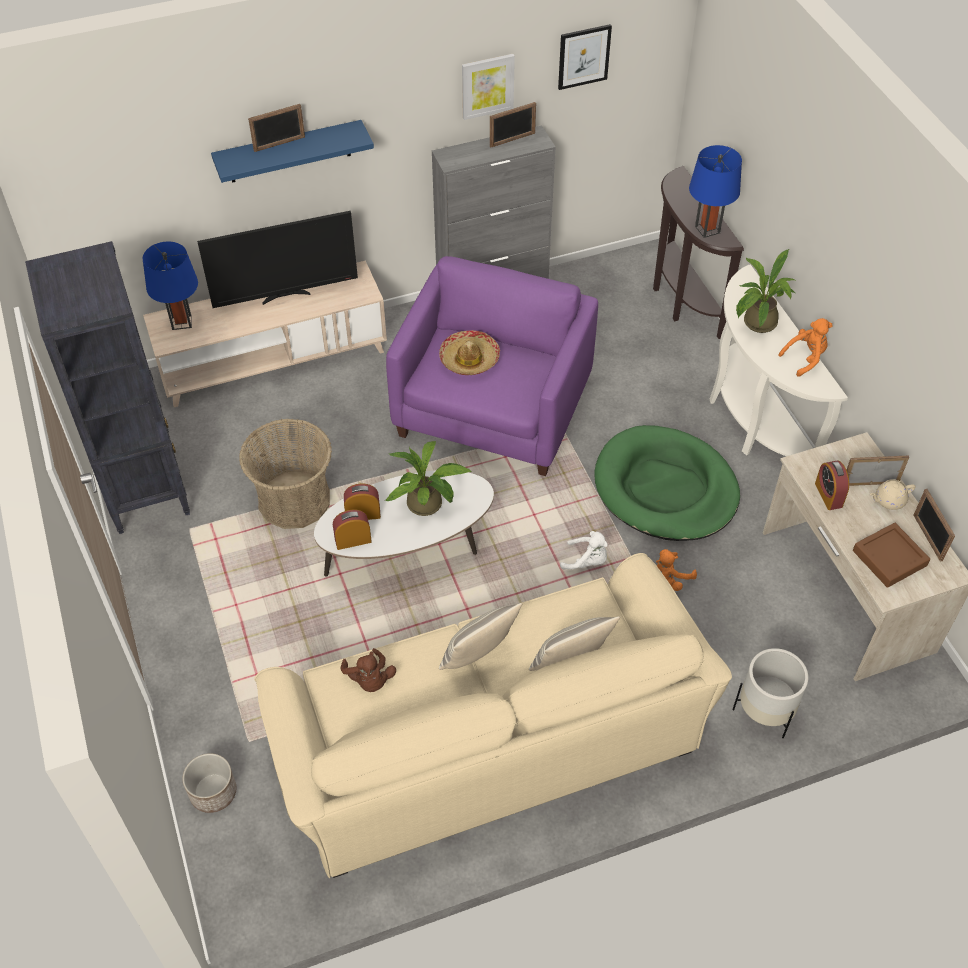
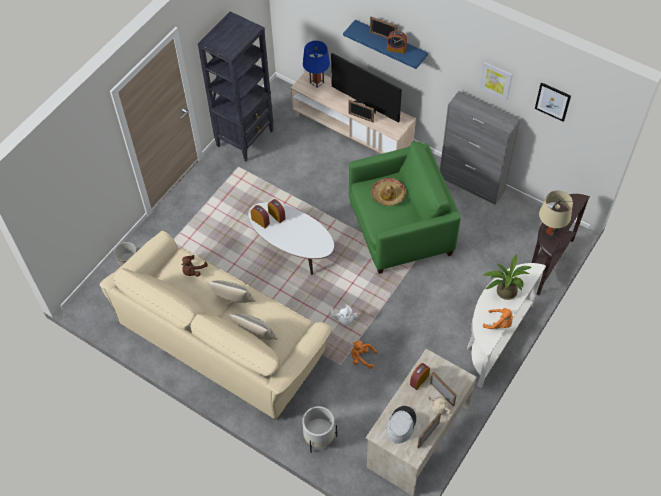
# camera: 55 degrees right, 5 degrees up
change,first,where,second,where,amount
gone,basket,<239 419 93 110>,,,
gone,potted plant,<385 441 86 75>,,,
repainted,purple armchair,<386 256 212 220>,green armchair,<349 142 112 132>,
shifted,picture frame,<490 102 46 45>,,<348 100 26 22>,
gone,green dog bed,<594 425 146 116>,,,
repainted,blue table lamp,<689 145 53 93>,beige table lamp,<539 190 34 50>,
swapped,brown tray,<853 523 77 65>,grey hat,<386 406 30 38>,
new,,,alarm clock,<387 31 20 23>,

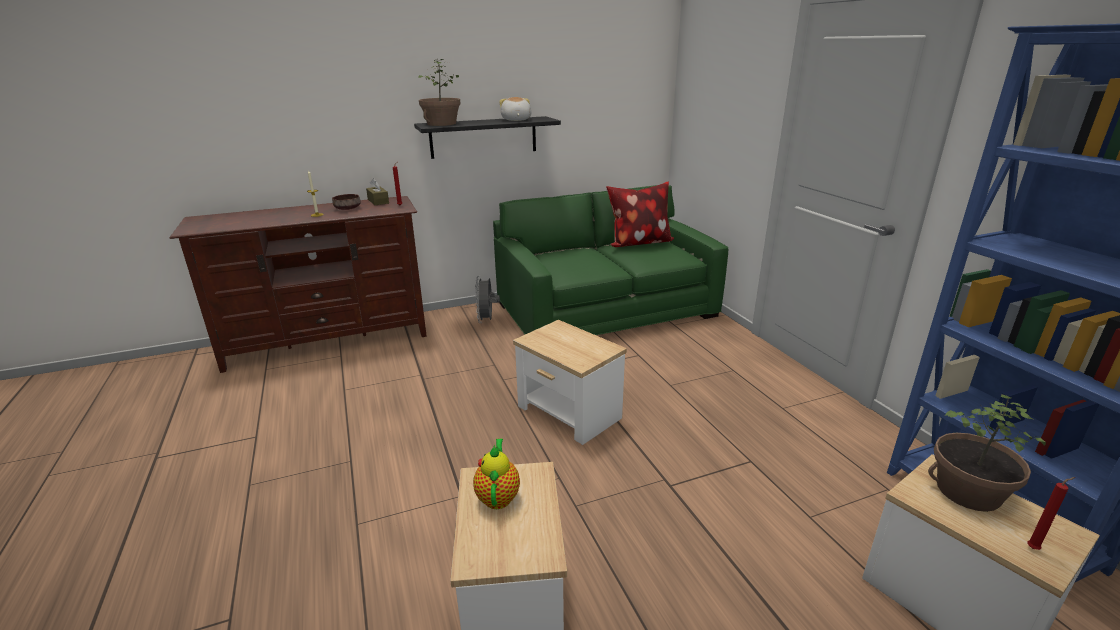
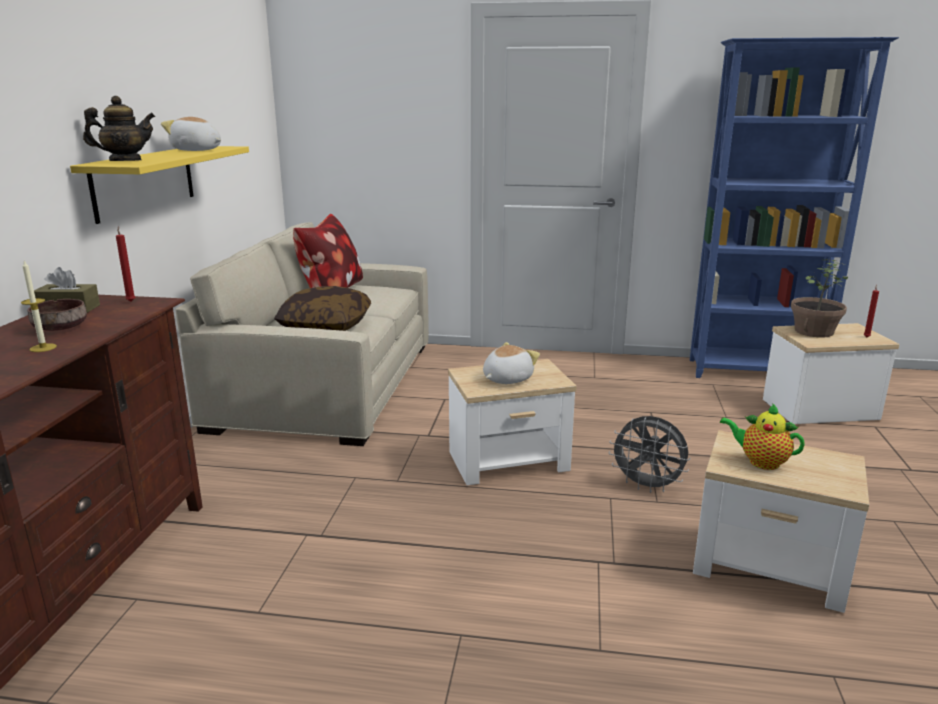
# camera: 60 degrees left, 5 degrees down
change,first,where,second,where,amount
repainted,black shelf,<414 116 147 43>,yellow shelf,<70 146 179 78>,
swapped,potted plant,<418 58 42 68>,teapot,<83 96 72 65>,
shifted,grey fan,<475 275 25 48>,,<608 416 82 77>,
repainted,green sofa,<493 185 235 150>,beige sofa,<175 222 254 224>,
new,,,pillow,<274 286 97 45>,
new,,,plush toy,<483 342 57 42>,

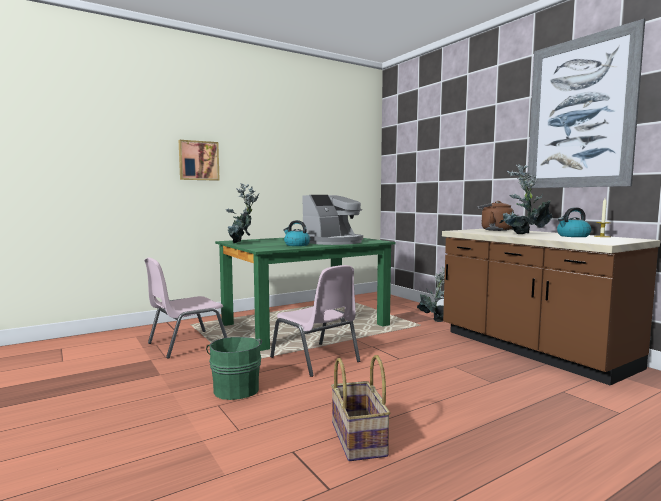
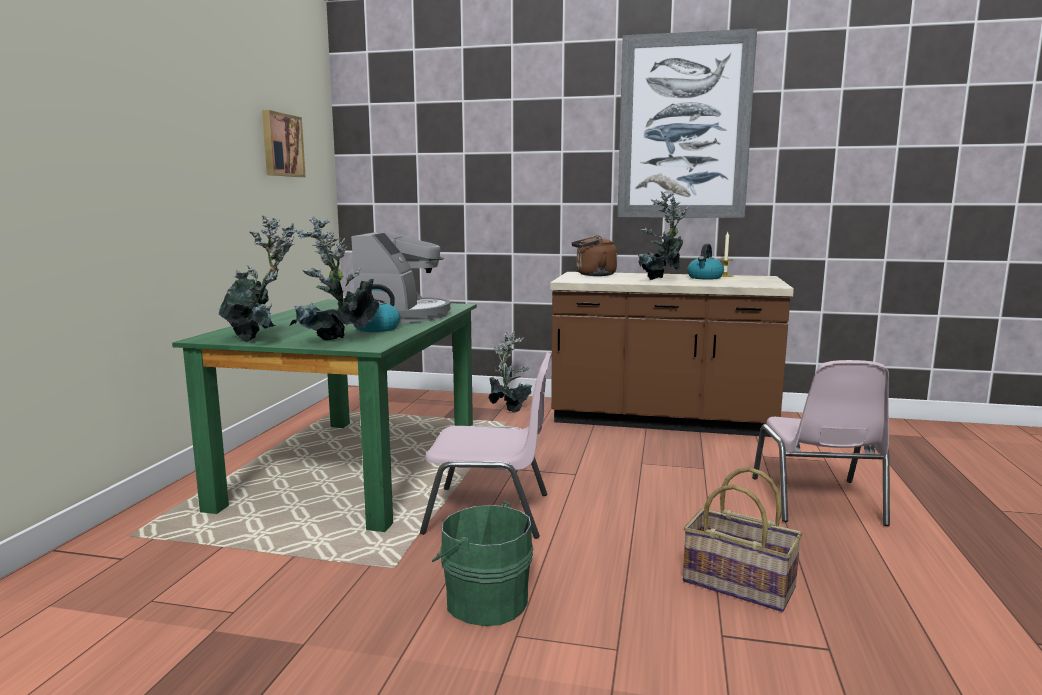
# camera: 45 degrees left, 5 degrees up
change,first,where,second,where,amount
shifted,pink chair,<144 258 84 101>,,<752 360 138 166>,
shifted,picture,<179 140 41 41>,,<262 110 44 67>,
new,,,potted plant,<289 216 90 124>,

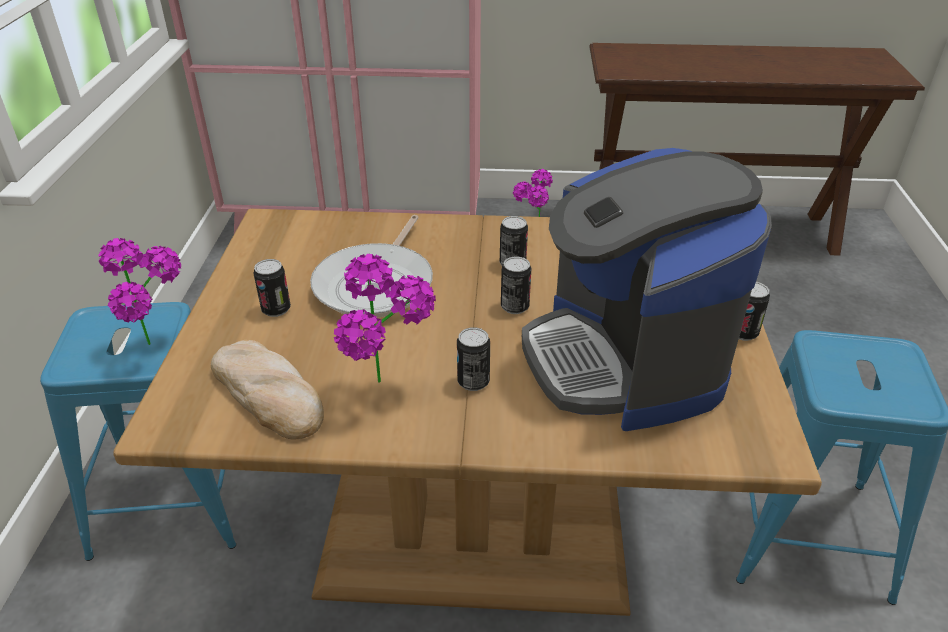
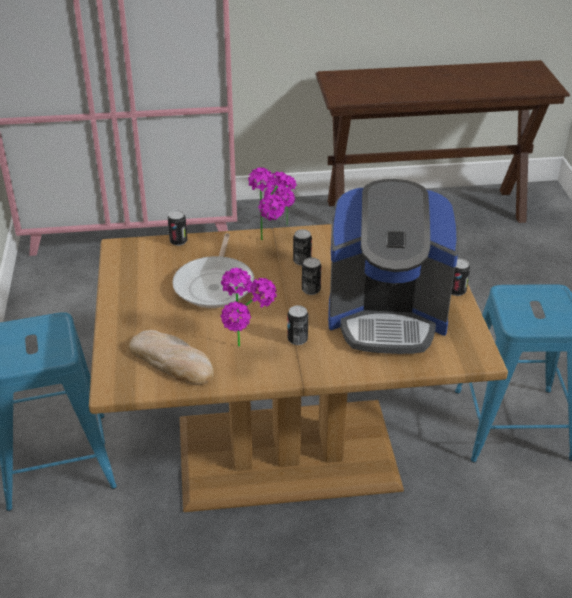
# camera: 10 degrees left, 0 degrees up
change,first,where,second,where,amount
shifted,potted plant,<99 238 82 107>,,<248 167 44 73>,
shifted,can,<253 259 38 58>,,<168 210 19 36>,
rotated,coffee machine,<522 148 250 283>,,<328 179 130 175>,60 degrees counterclockwise

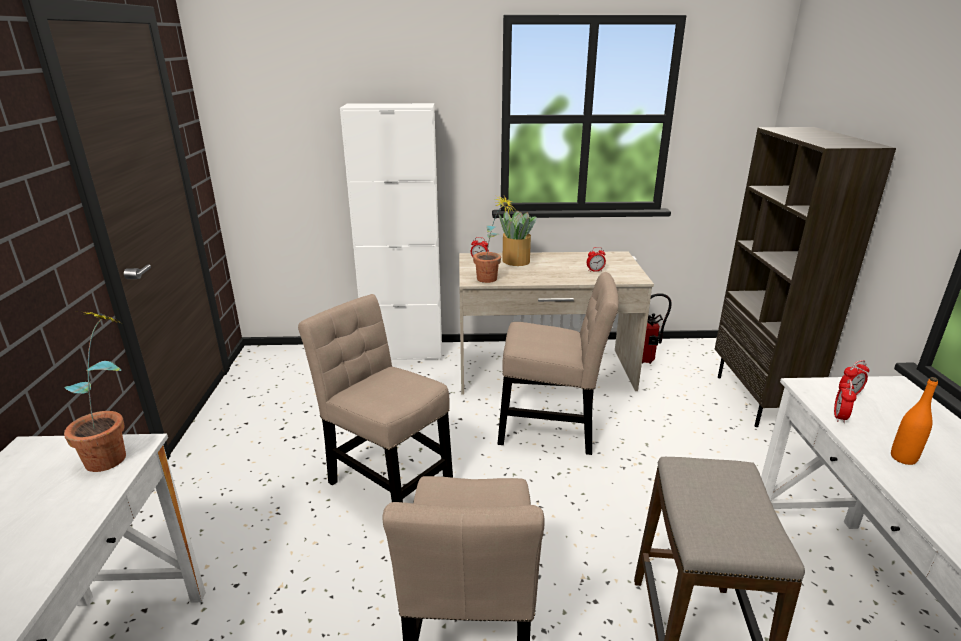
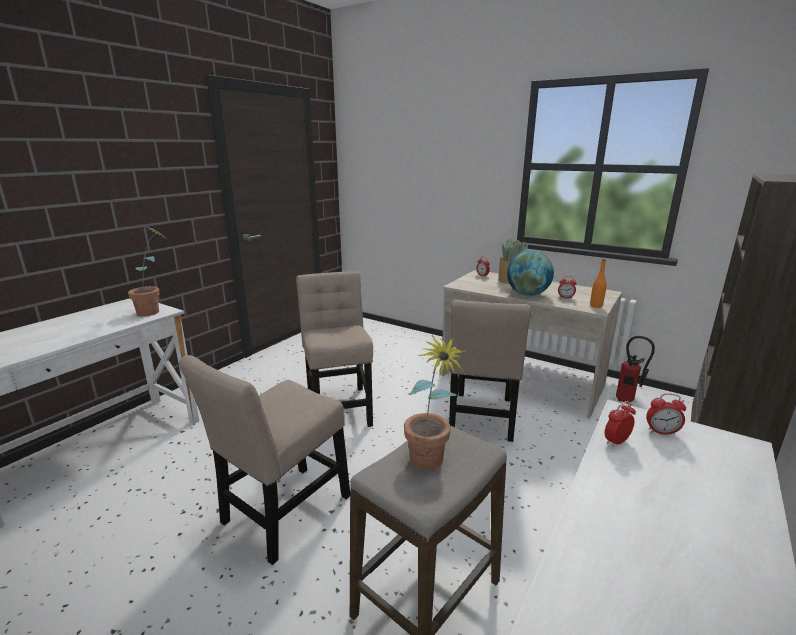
# camera: 35 degrees right, 5 degrees down
change,first,where,second,where,amount
gone,white cabinet,<340 103 102 257>,,,
shifted,potted plant,<473 195 44 88>,,<404 335 63 135>,
rotated,beige chair,<498 272 121 183>,,<449 300 82 142>,60 degrees clockwise
shifted,orange bottle,<891 377 47 88>,,<590 259 16 49>,
new,,,globe,<507 250 47 46>,

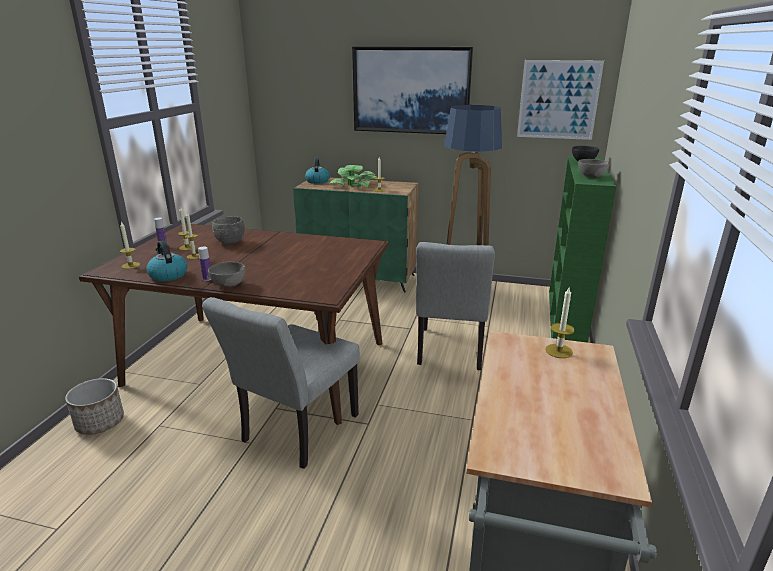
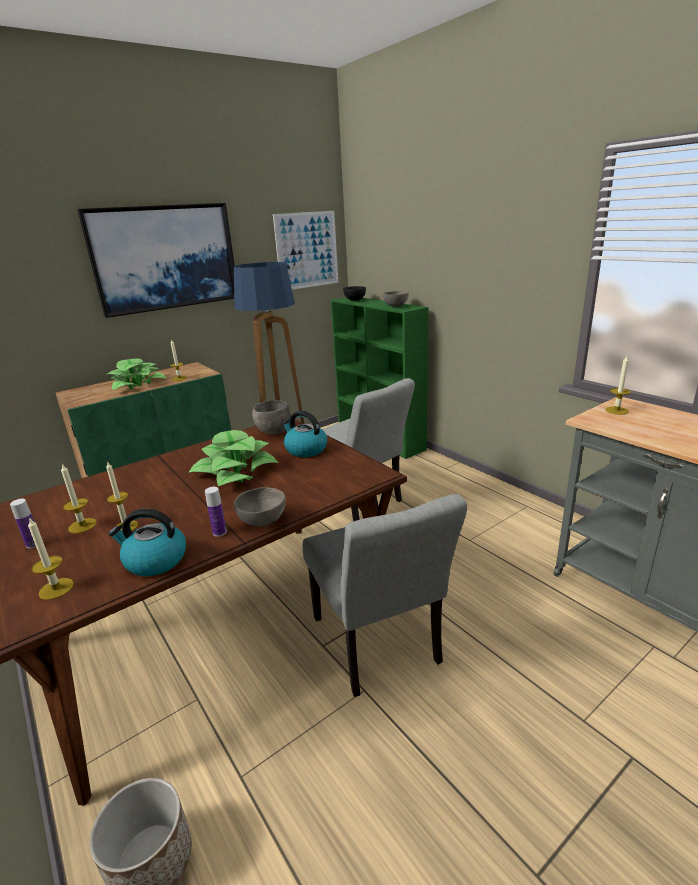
# camera: 50 degrees left, 0 degrees up
change,first,where,second,where,amount
shifted,grey bowl,<212 216 33 28>,,<252 400 39 35>,
shifted,kettle,<305 158 25 26>,,<282 411 45 46>,
new,,,potted plant,<188 430 91 56>,

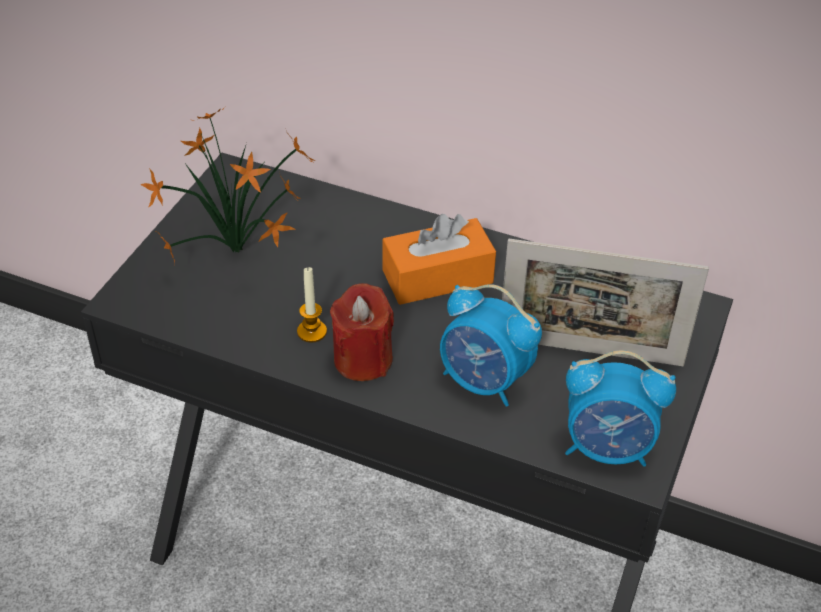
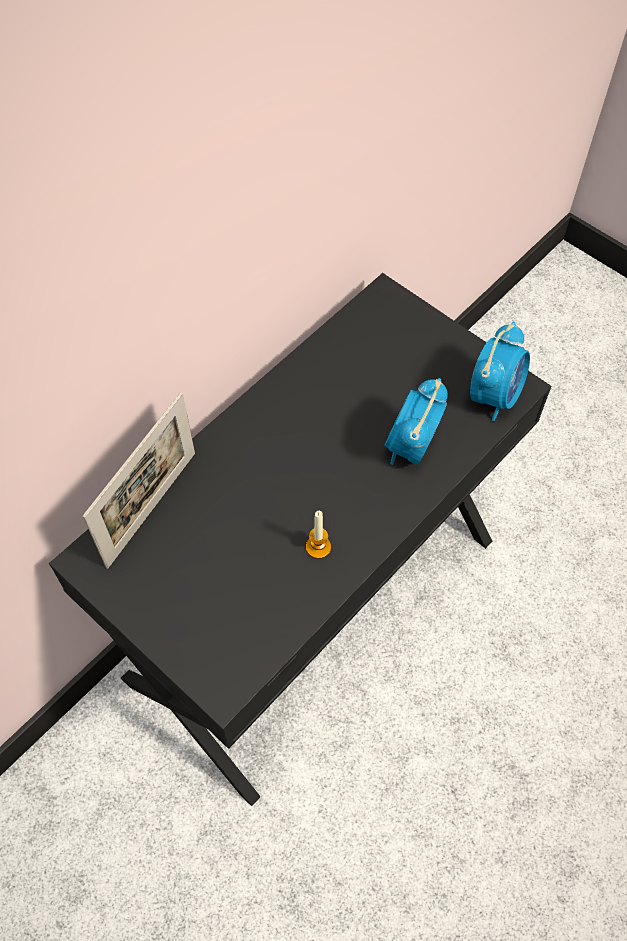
# camera: 70 degrees left, 15 degrees up
change,first,where,second,where,amount
gone,potted plant,<140 107 176 157>,,,
gone,red candle,<330 283 64 98>,,,
gone,orange tissue box,<383 214 113 91>,,,
rotated,alarm clock,<440 284 102 123>,,<384 378 64 87>,150 degrees clockwise
shifted,picture frame,<502 239 207 127>,,<83 392 112 177>,

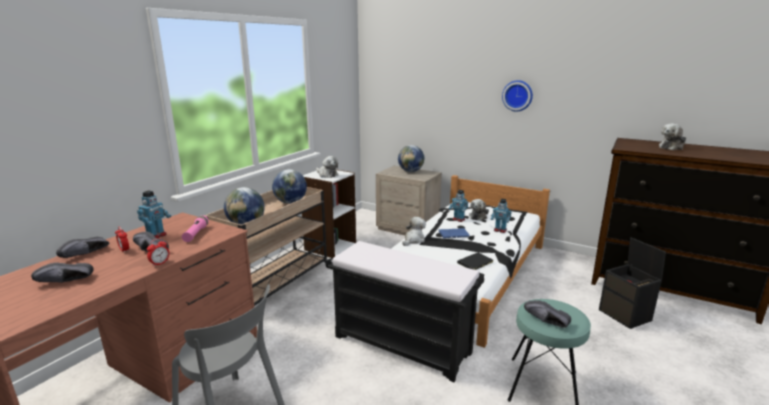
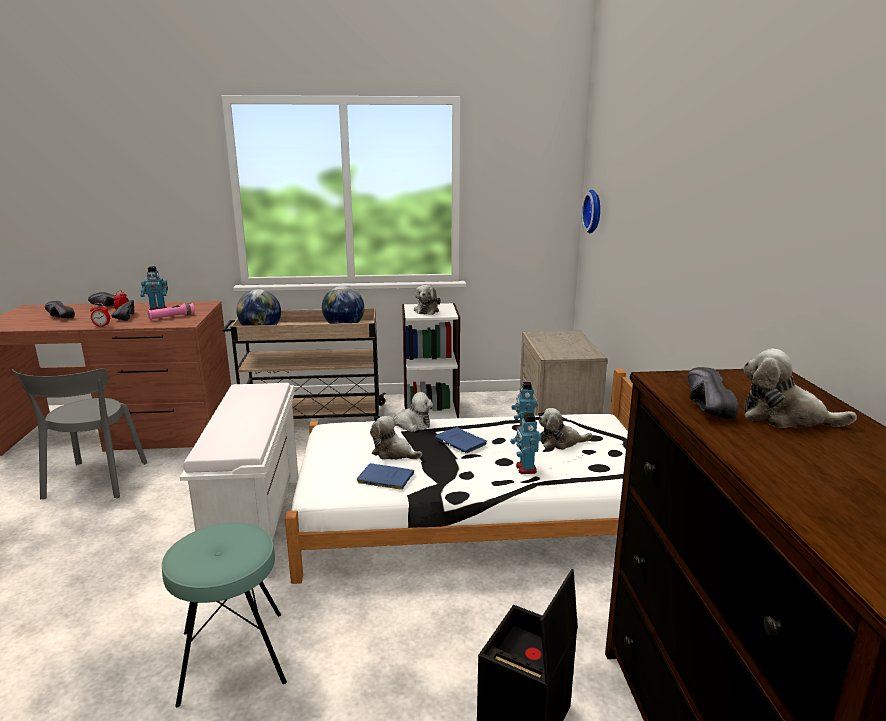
# camera: 55 degrees right, 0 degrees up
change,first,where,second,where,amount
repainted,black bench,<328 241 156 141>,white bench,<180 383 118 195>,
gone,globe,<398 145 26 27>,,,
repainted,black book,<457 253 37 17>,blue book,<357 463 57 27>,
shifted,wall clock,<502 80 31 32>,,<581 190 19 43>,
shifted,black shoe,<524 300 47 28>,,<687 367 52 52>,
new,,,plush toy,<370 416 52 44>,

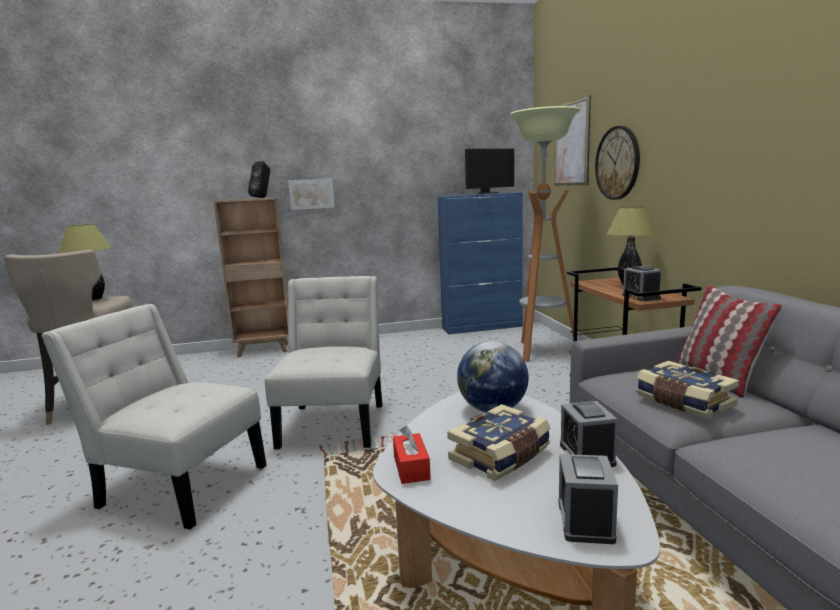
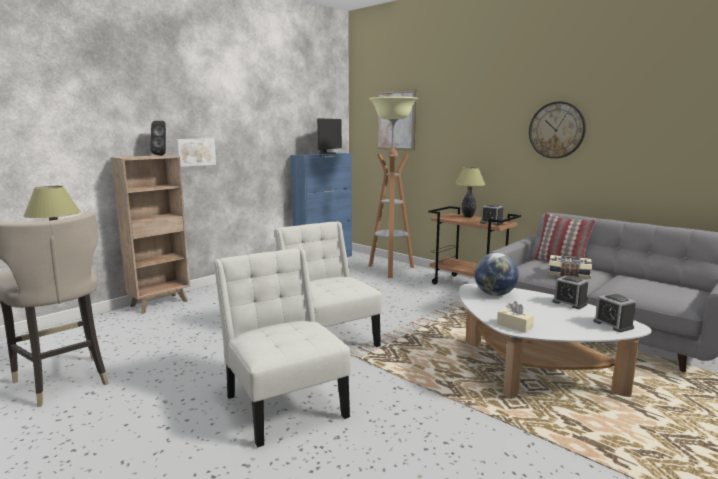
# camera: 35 degrees left, 0 degrees up
change,first,where,second,where,amount
rotated,white chair,<41 304 226 226>,,<214 248 137 199>,75 degrees clockwise
repainted,red tissue box,<393 426 38 58>,beige tissue box,<497 301 37 32>,
gone,book,<447 404 104 77>,,,
shifted,wall clock,<595 126 45 74>,,<529 101 57 58>,

